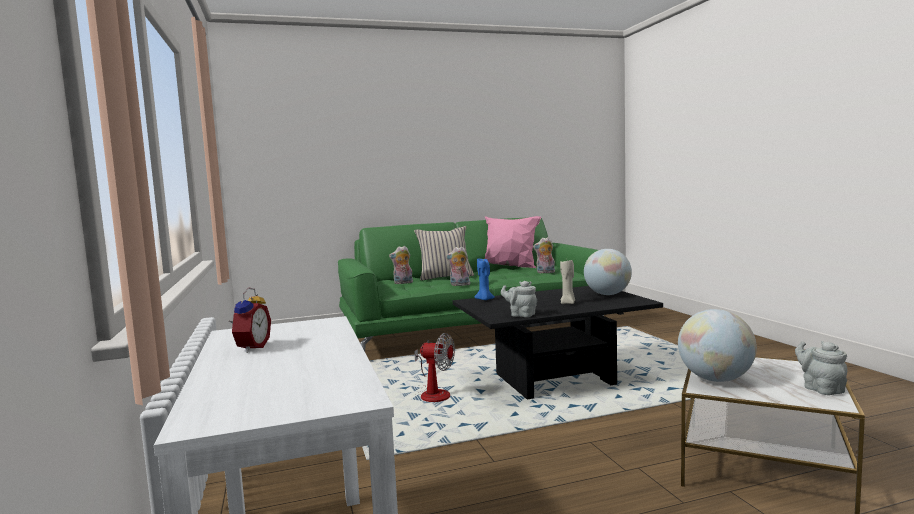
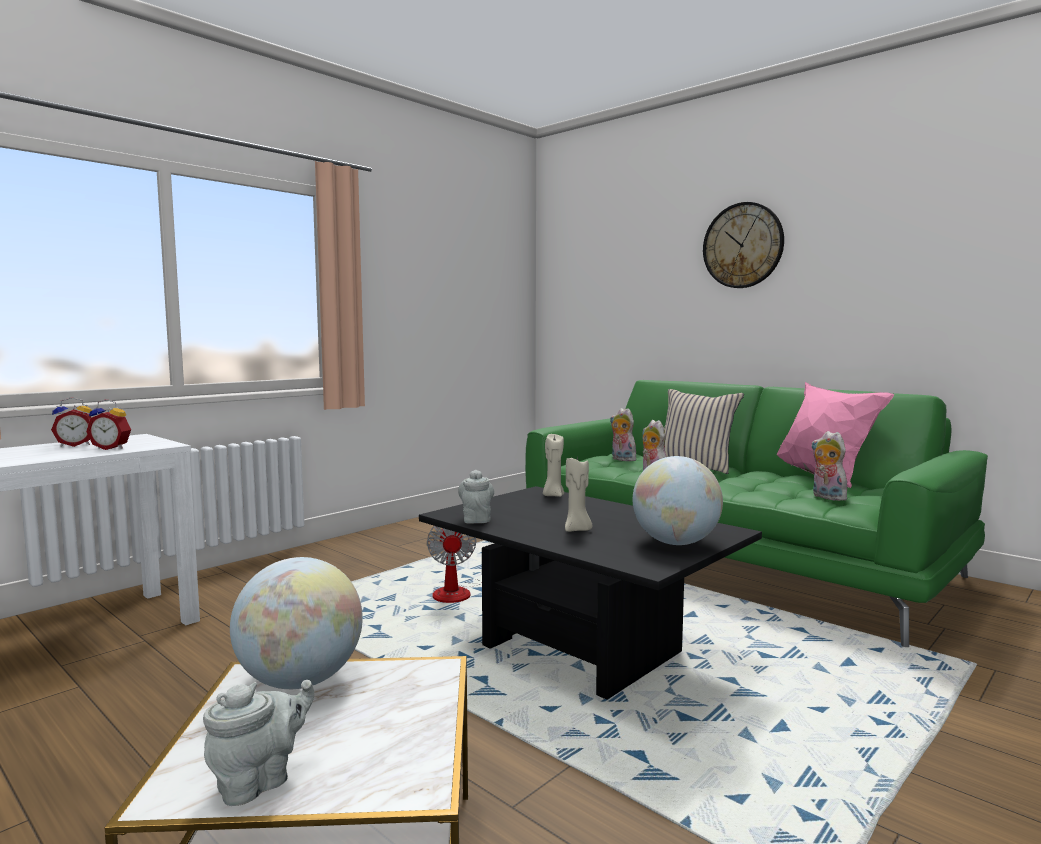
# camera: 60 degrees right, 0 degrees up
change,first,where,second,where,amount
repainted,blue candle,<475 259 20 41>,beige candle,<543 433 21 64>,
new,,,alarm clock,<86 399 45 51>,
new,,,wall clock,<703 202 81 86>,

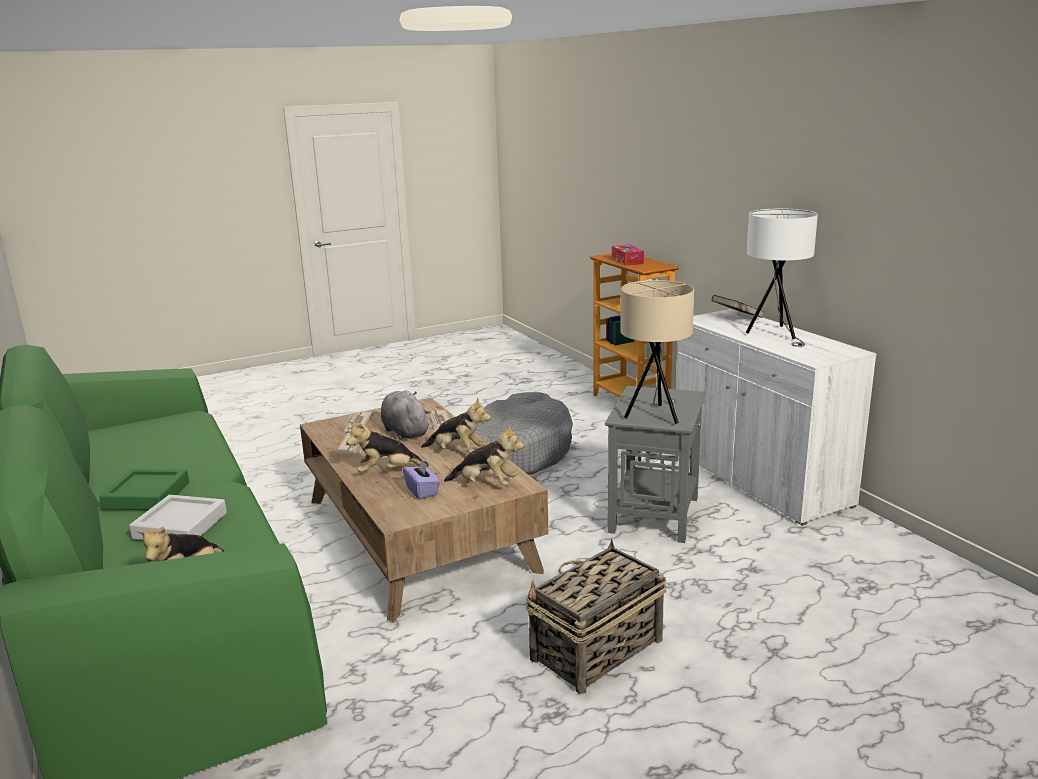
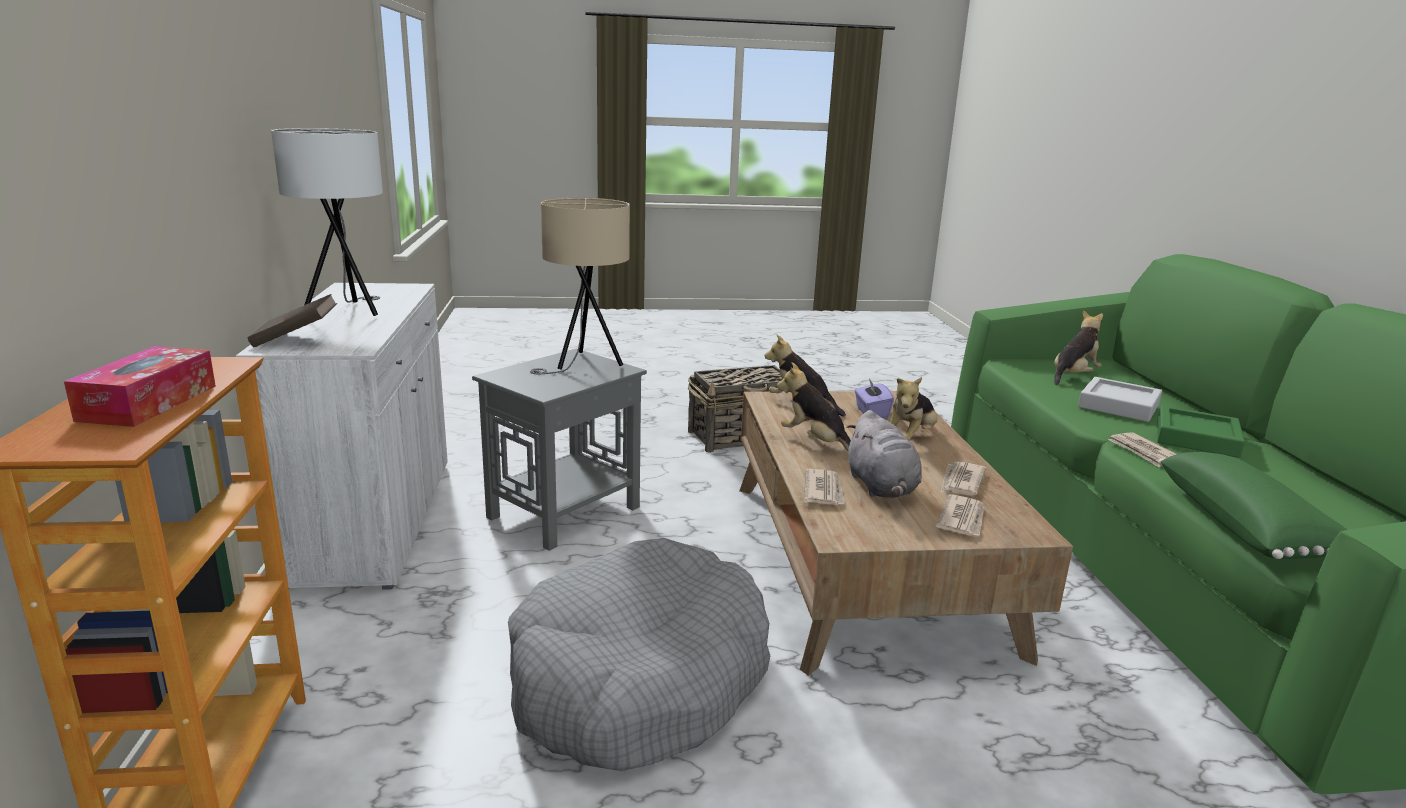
# camera: 160 degrees left, 0 degrees up
change,first,where,second,where,amount
rotated,plush toy,<347 421 82 51>,,<890 377 47 63>,120 degrees clockwise
new,,,newspaper,<1108 432 68 35>,
new,,,green pillow,<1159 452 189 107>,

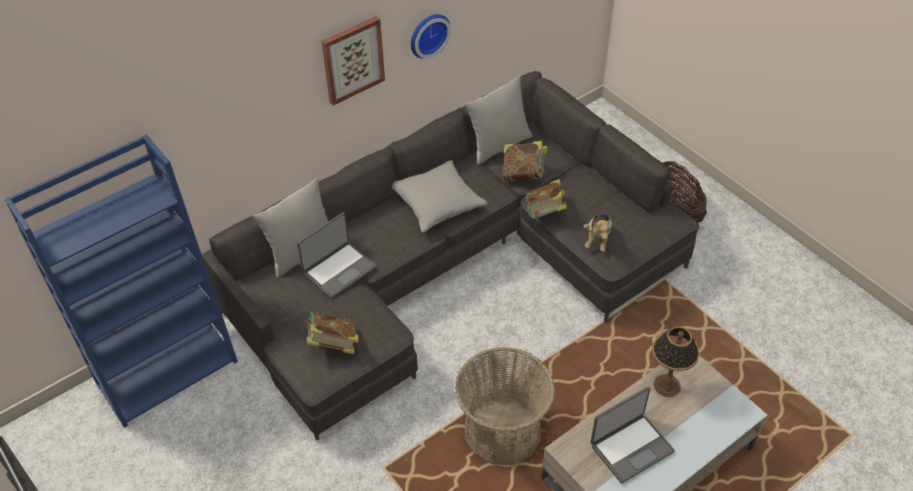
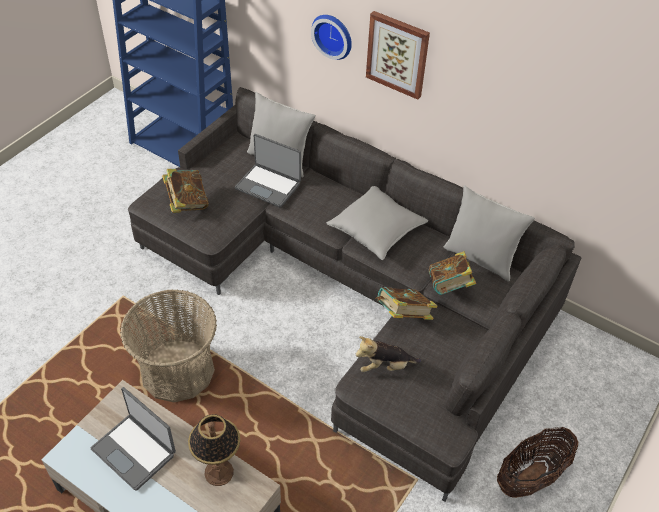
# camera: 70 degrees right, 0 degrees up
change,first,where,second,where,amount
shifted,wall clock,<411 14 40 44>,,<311 15 41 45>,

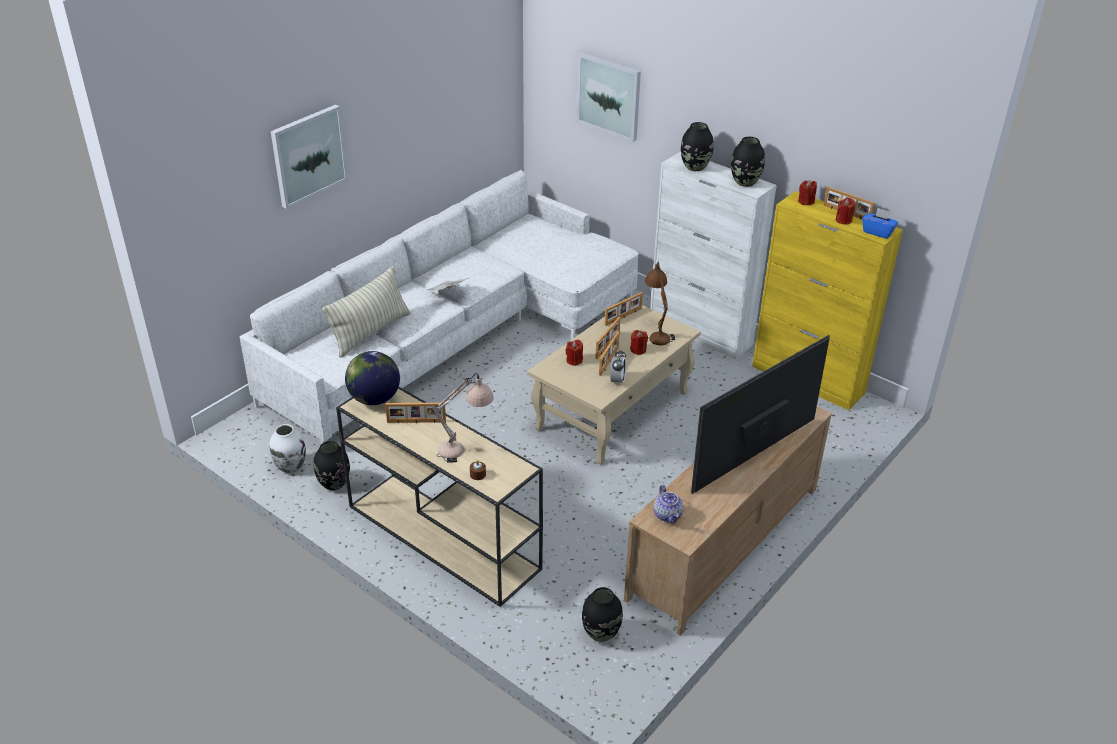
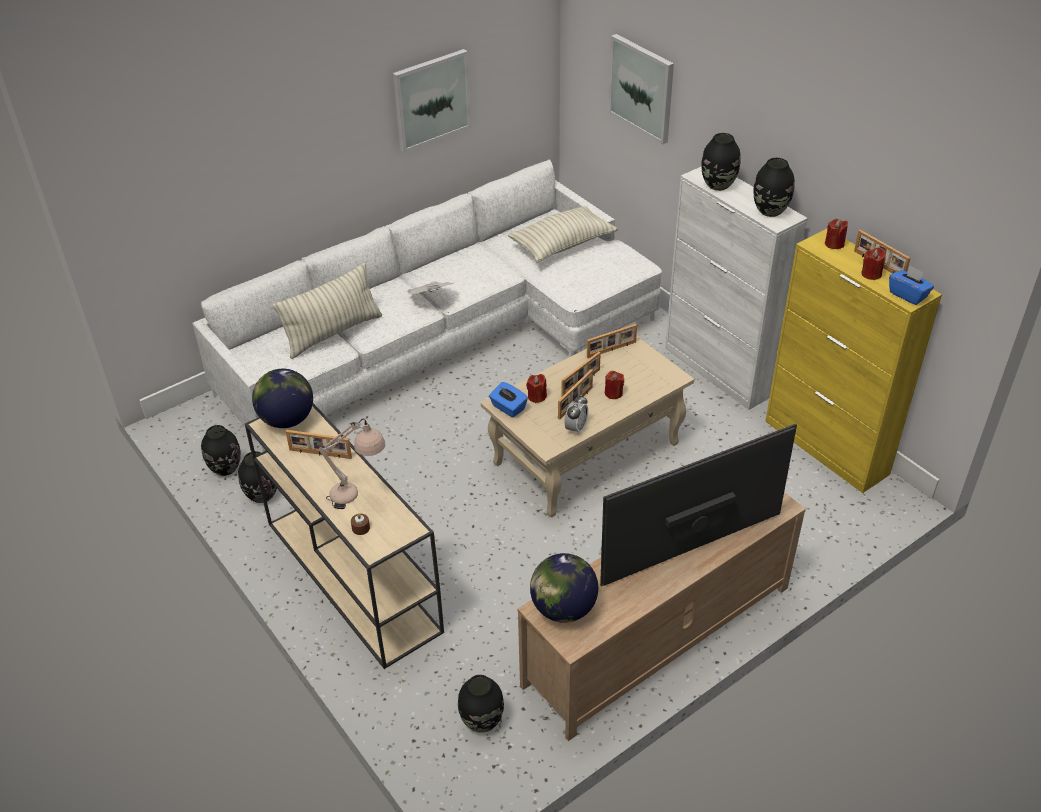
# camera: 15 degrees right, 5 degrees up
change,first,where,second,where,amount
repainted,white vase,<269 424 37 49>,black vase,<201 425 40 51>,
shifted,picture,<271 105 77 104>,,<393 49 78 104>,
gone,brown table lamp,<645 261 30 85>,,,
swapped,teapot,<654 485 30 39>,globe,<530 553 68 70>,
new,,,blue tissue box,<489 382 39 35>,
new,,,pillow,<508 206 109 57>,

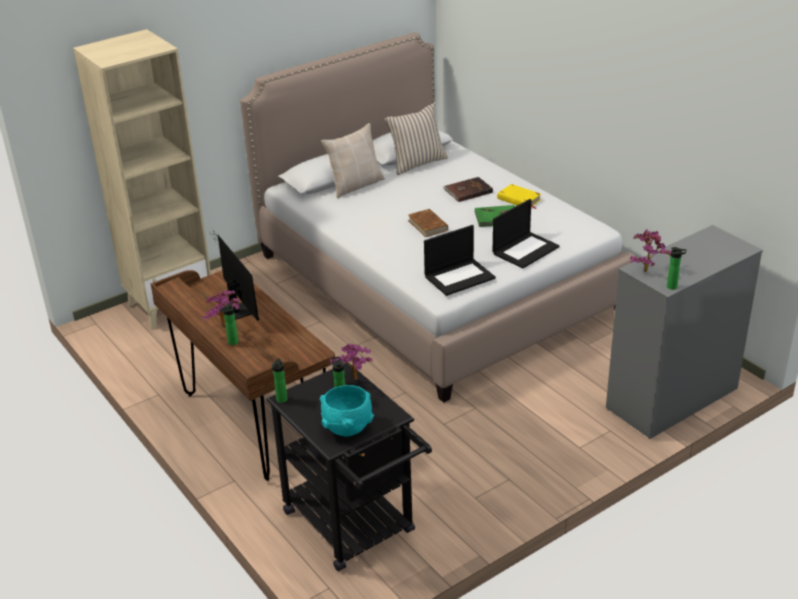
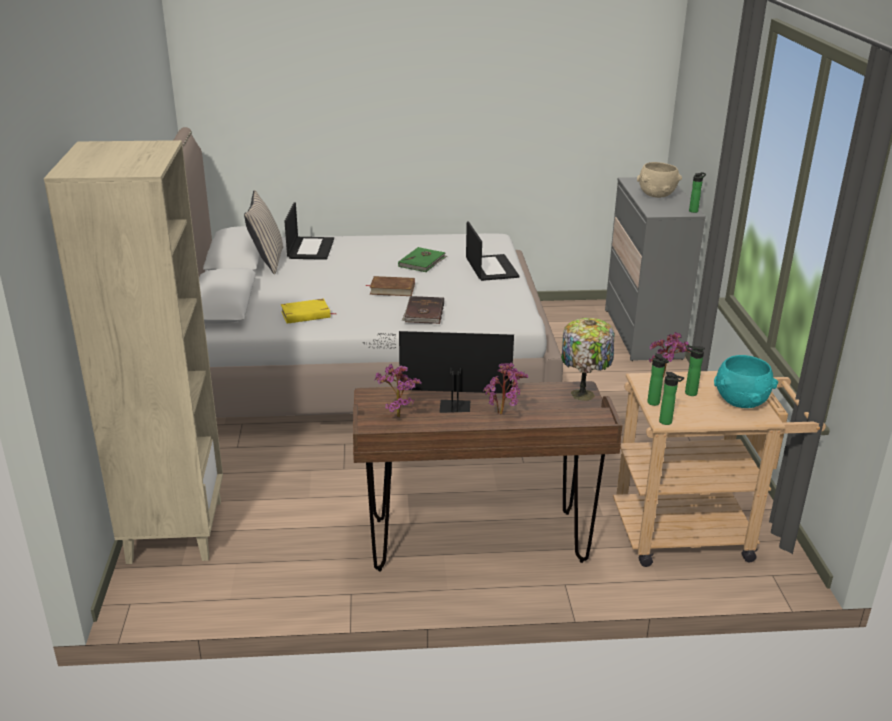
# camera: 60 degrees left, 5 degrees down
change,first,where,second,where,amount
shifted,bottle,<219 303 19 42>,,<647 353 22 53>,
repainted,black cart,<266 362 166 209>,beige cart,<613 371 213 196>,
gone,beige pillow,<321 123 64 75>,,,
shifted,laptop,<424 225 72 71>,,<284 202 50 58>,
shifted,brown book,<443 177 50 25>,,<402 296 42 28>,
shifted,yellow book,<497 184 44 25>,,<281 299 56 25>,
shifted,potted plant,<630 229 41 43>,,<374 364 48 54>,
new,,,table lamp,<561 318 54 83>,
new,,,beige bowl,<637 162 45 36>,

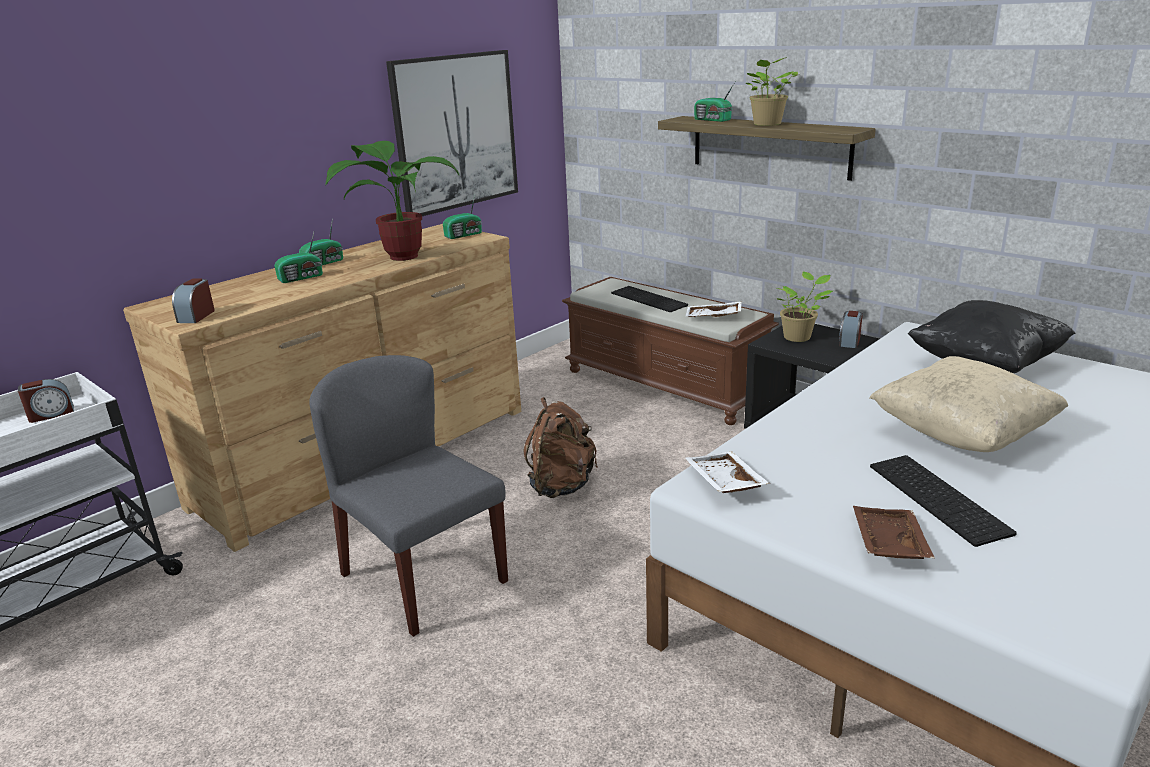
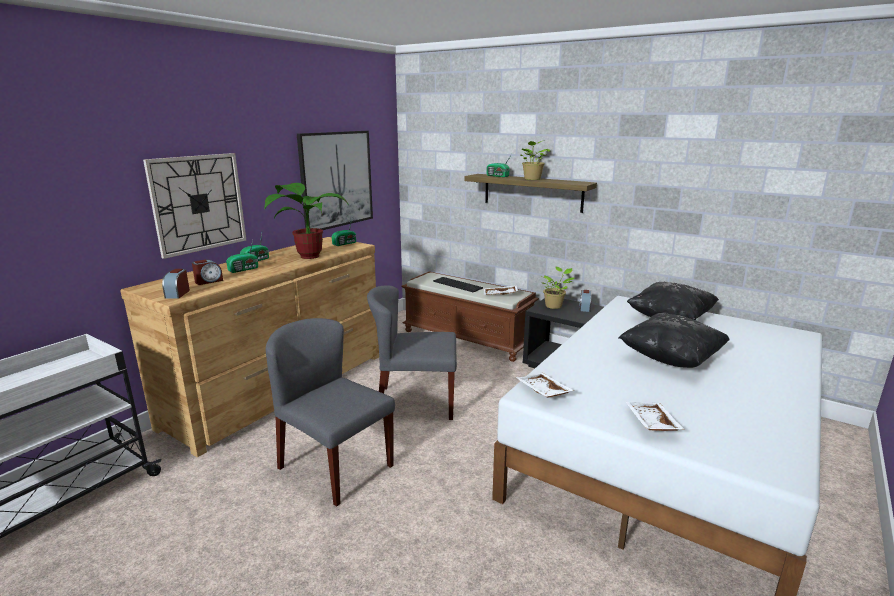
# camera: 10 degrees left, 5 degrees down
change,first,where,second,where,amount
shifted,alarm clock,<18 379 56 44>,,<192 260 31 25>,
swapped,brown backpack,<523 397 74 101>,grey chair,<367 285 90 135>,
repainted,brown tray,<853 506 82 53>,white tray,<626 402 59 29>,
repainted,beige pillow,<869 356 199 96>,black pillow,<619 313 111 55>,
gone,keyboard,<870 455 147 92>,,,
new,,,wall clock,<143 153 103 106>,

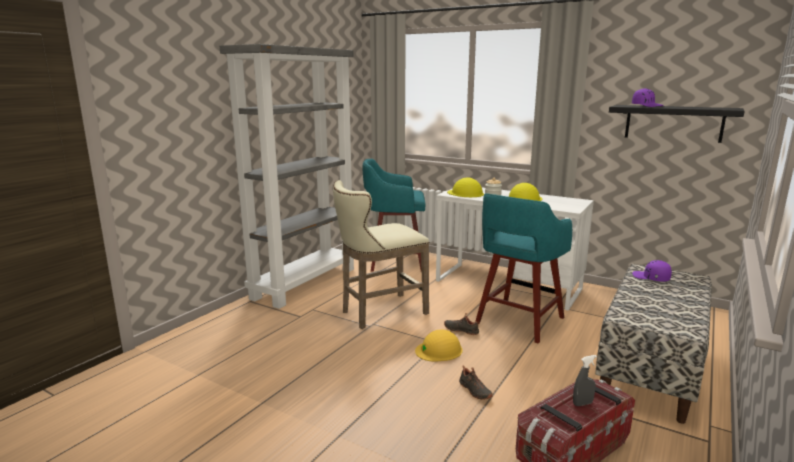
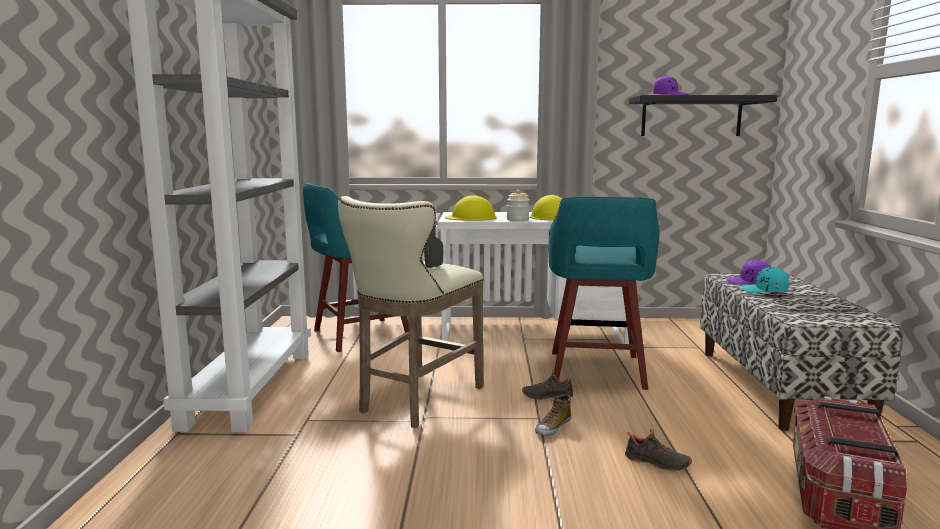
# camera: 30 degrees left, 5 degrees down
change,first,where,second,where,amount
swapped,yellow hard hat,<415 329 48 33>,shoe,<535 394 36 42>,
shifted,grey spray bottle,<573 355 24 51>,,<424 213 19 55>,
new,,,turquoise cap,<740 267 49 26>,

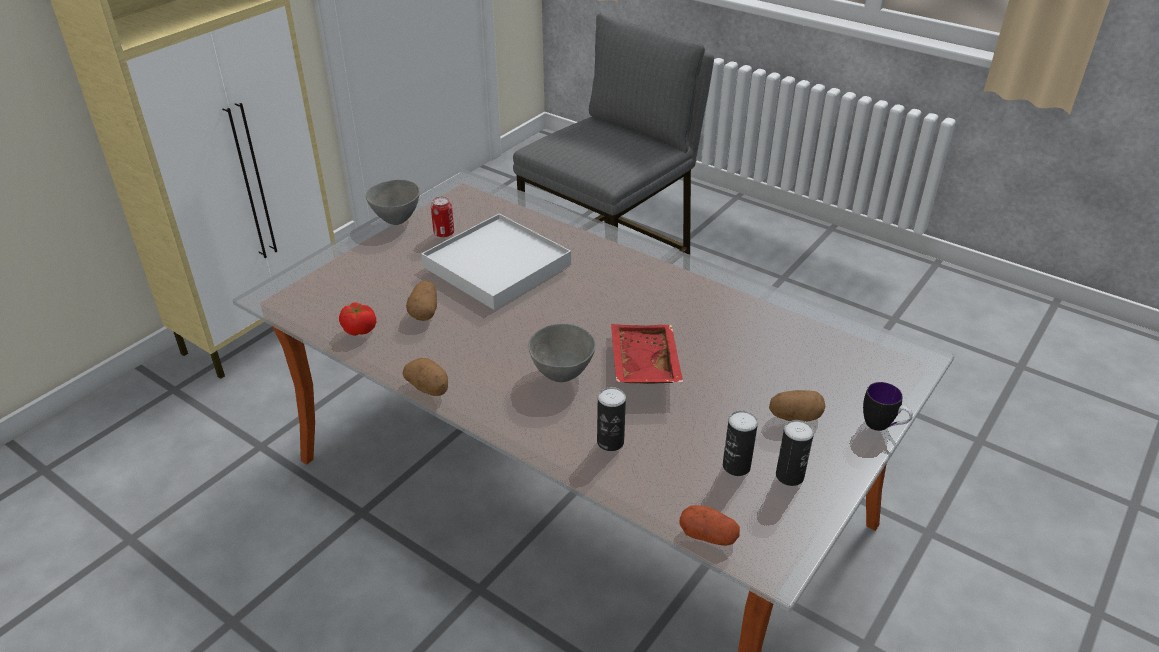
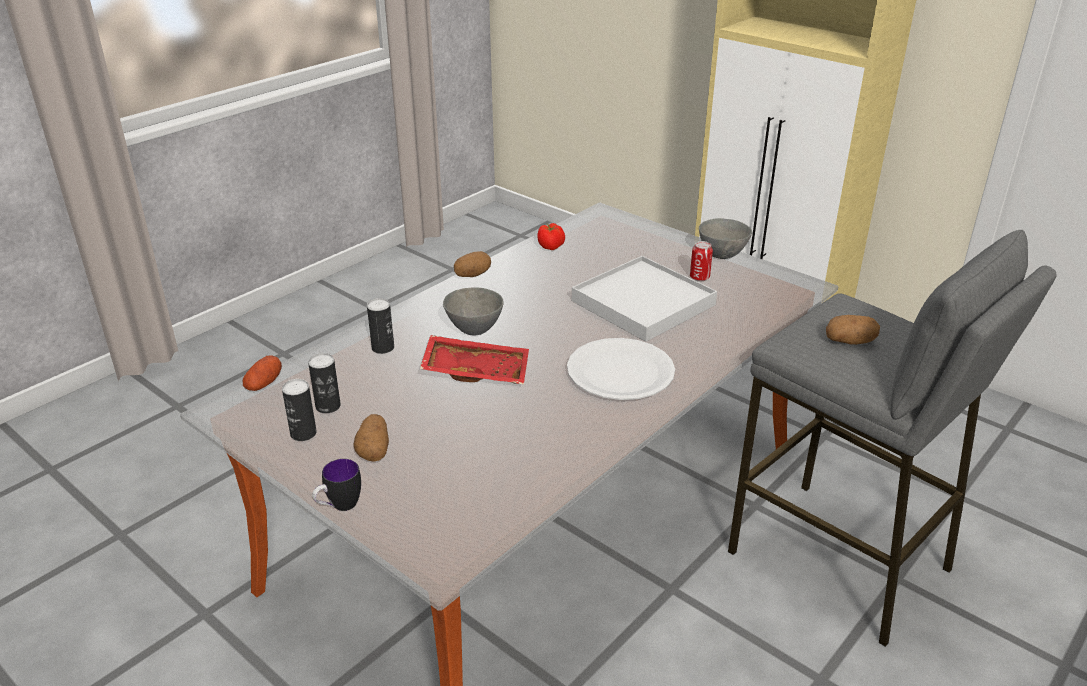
# camera: 95 degrees right, 5 degrees down
change,first,where,second,where,amount
shifted,potato,<406 280 31 41>,,<826 315 54 30>,
new,,,white plate,<567 338 108 62>,

